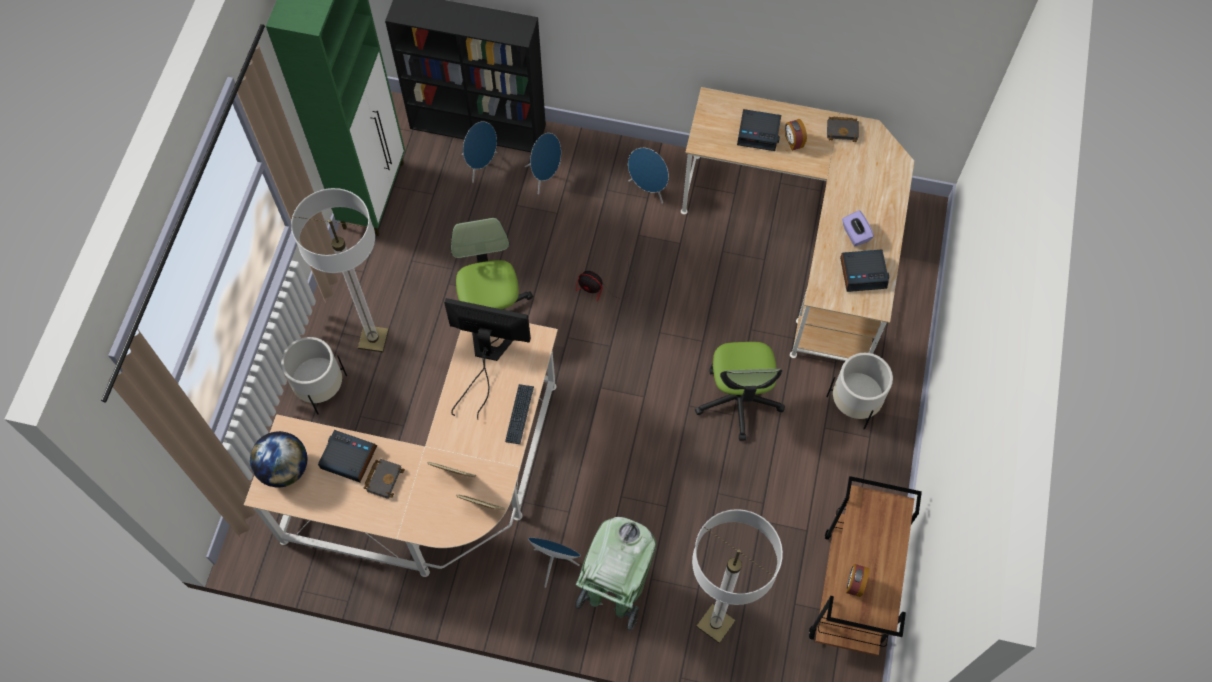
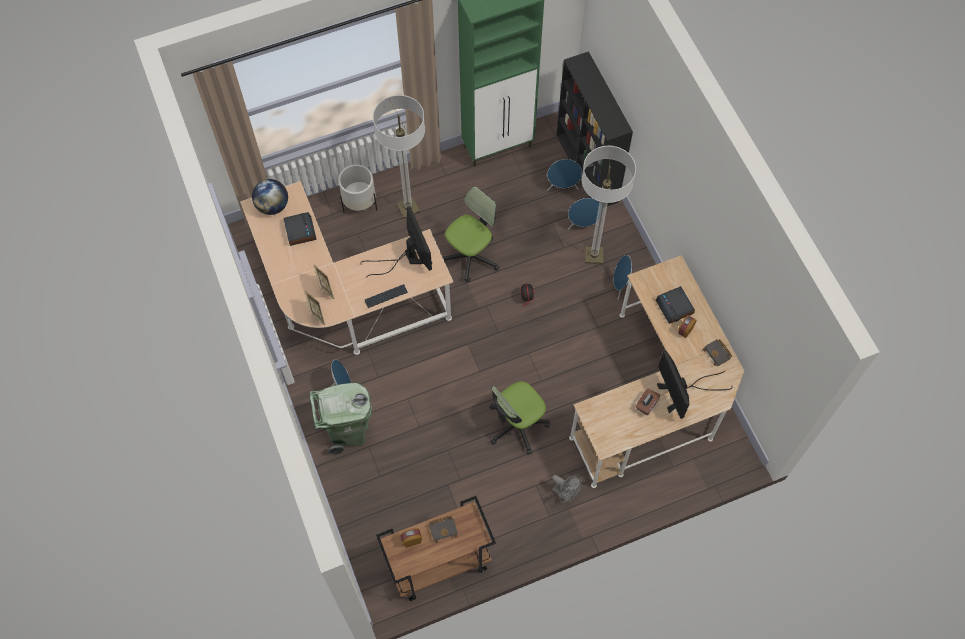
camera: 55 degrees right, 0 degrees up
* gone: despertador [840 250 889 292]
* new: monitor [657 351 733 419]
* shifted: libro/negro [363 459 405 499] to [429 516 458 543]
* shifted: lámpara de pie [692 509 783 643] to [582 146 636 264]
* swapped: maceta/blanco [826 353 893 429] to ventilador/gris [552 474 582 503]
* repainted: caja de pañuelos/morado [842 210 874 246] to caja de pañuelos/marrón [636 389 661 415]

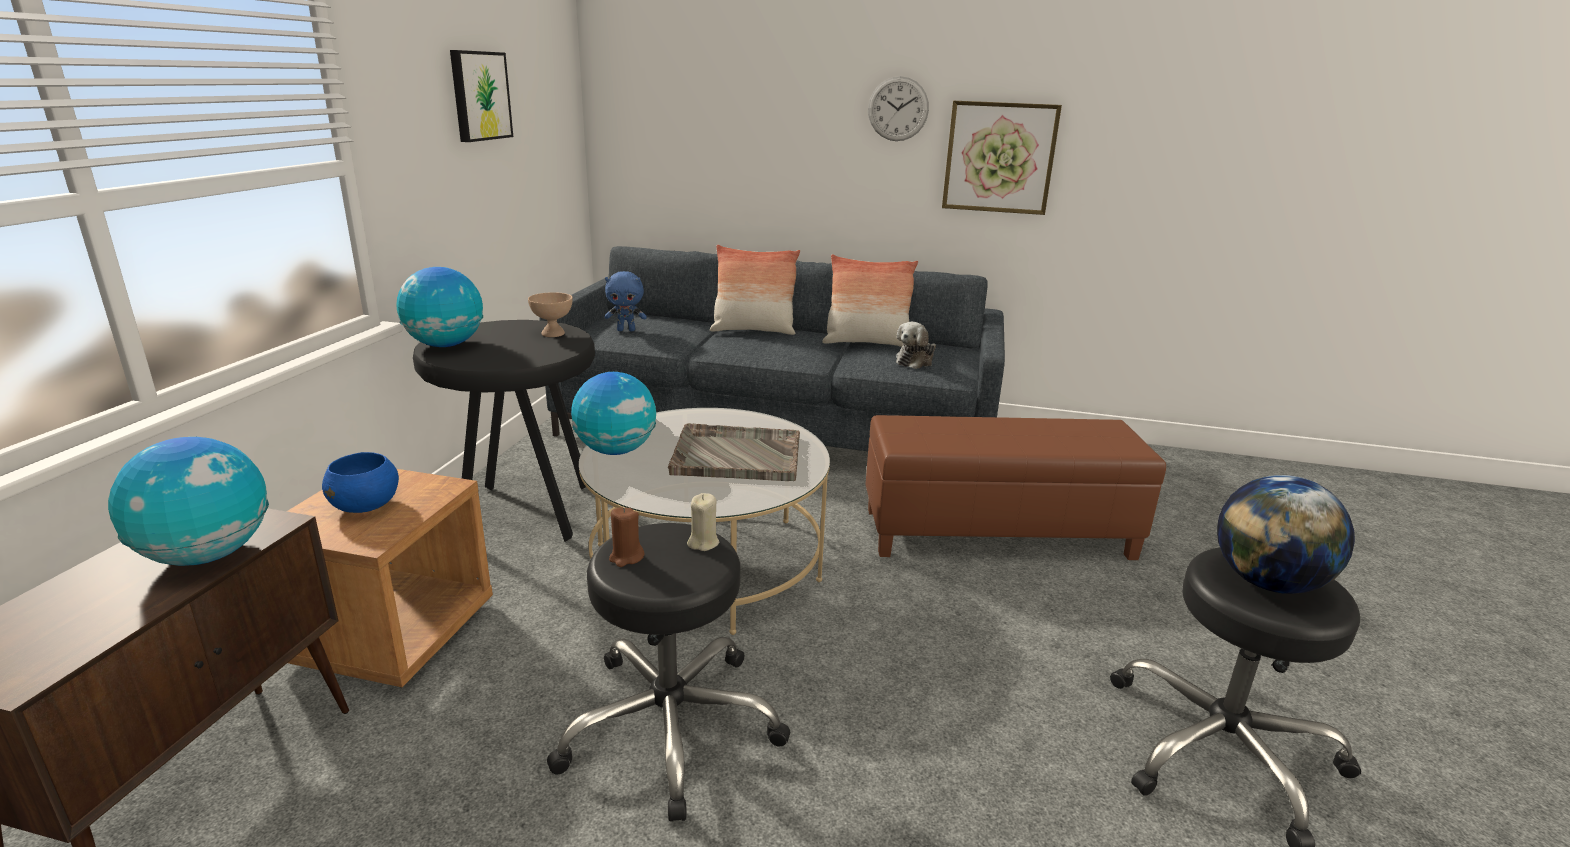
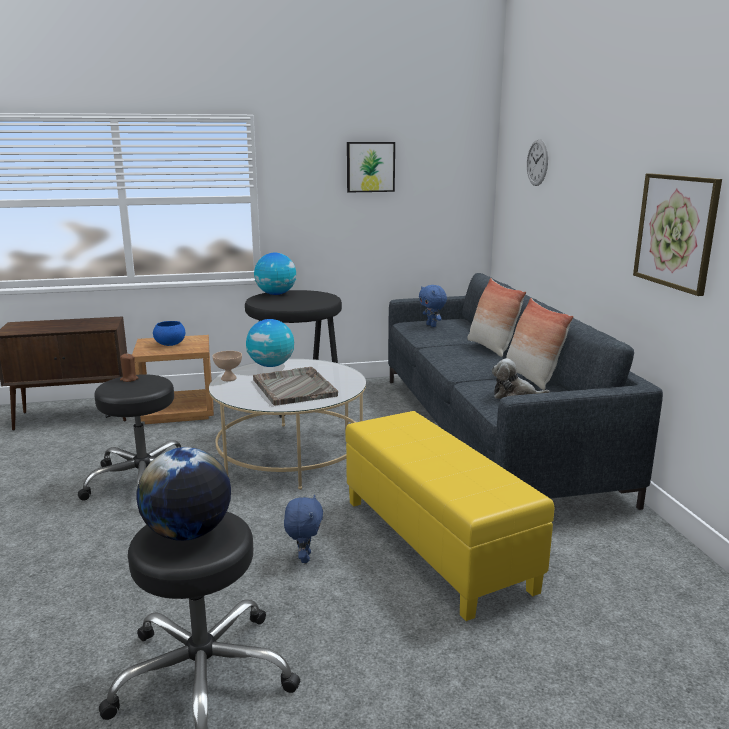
camera: 65 degrees right, 5 degrees down
* gone: globo terráqueo [108 437 269 566]
* gone: vela/beis [687 493 719 551]
* new: peluche/azul [284 494 323 563]
* shifted: cuenco/beis [528 292 573 337] to [212 351 242 381]
* shifted: reloj de pared [868 76 929 141] to [527 139 548 186]
* repainted: puf/marrón [865 415 1166 560] to puf/amarillo [345 411 554 621]

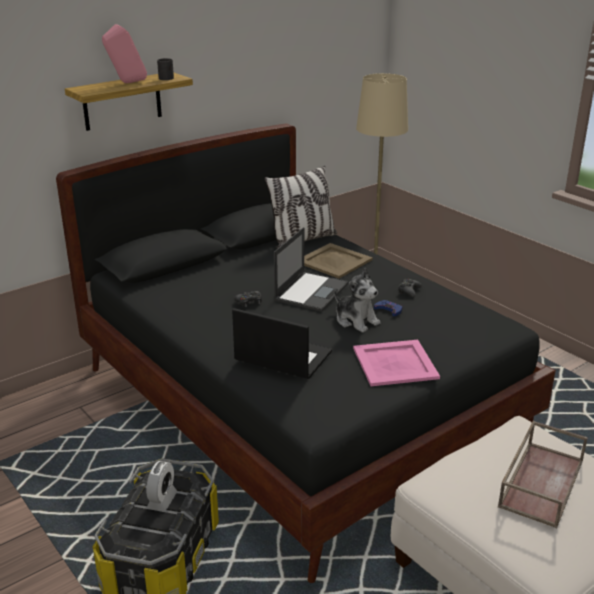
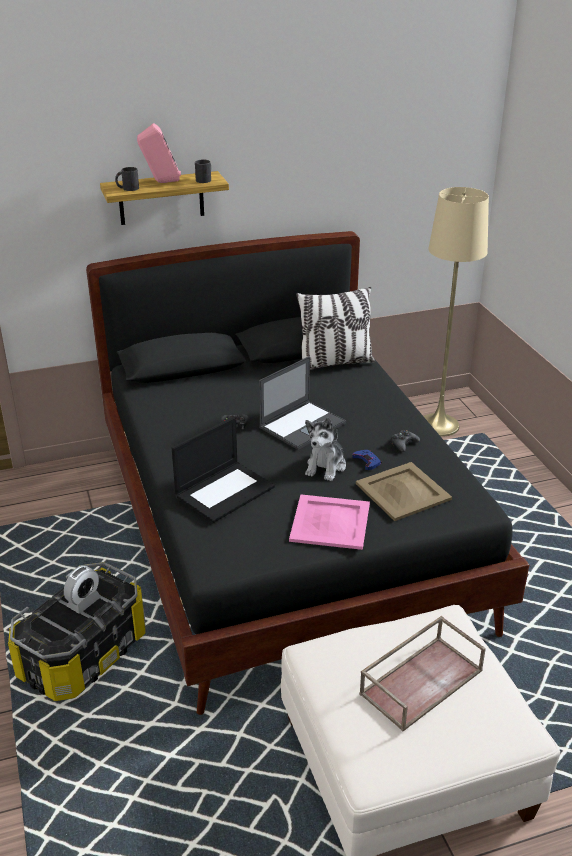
camera: 20 degrees right, 5 degrees up
* new: taza grande/negro [115 167 139 191]
* shifted: bandeja/beis [304 243 373 279] to [356 462 452 521]
* rotated: portátil [232 308 332 379] = [172 416 275 523] 90 degrees clockwise
* rotated: peluche [334 268 380 332] = [305 418 346 481] 45 degrees clockwise

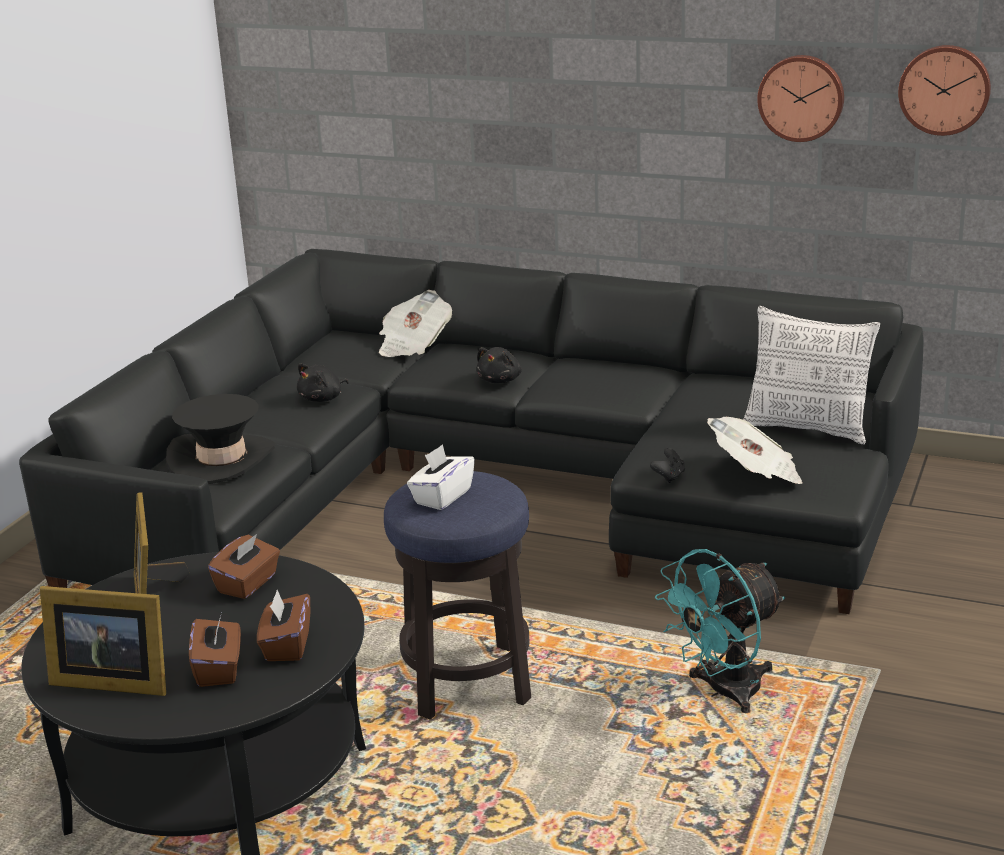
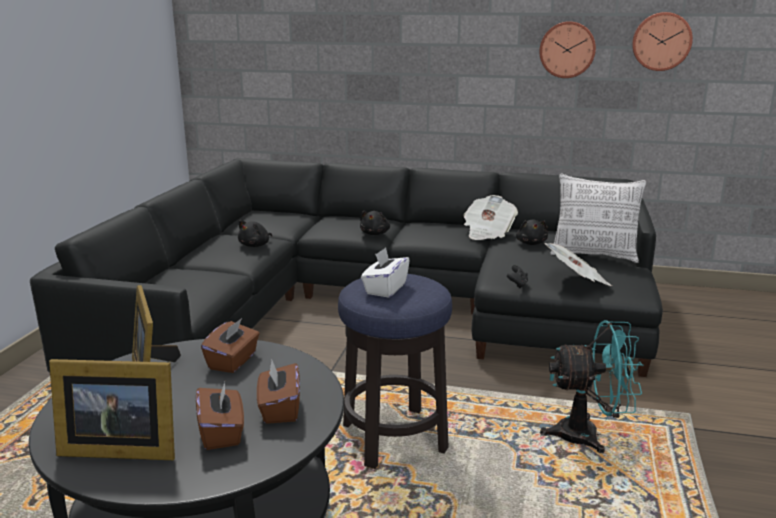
camera: 10 degrees left, 5 degrees down
* gone: sombrero/negro [166 394 275 484]
* new: peluche/negro [516 219 548 245]
* shifted: periódico [379 290 452 357] to [464 195 518 240]
* rotated: ventilador/turquesa [655 549 785 713] = [540 320 643 453] 135 degrees counterclockwise

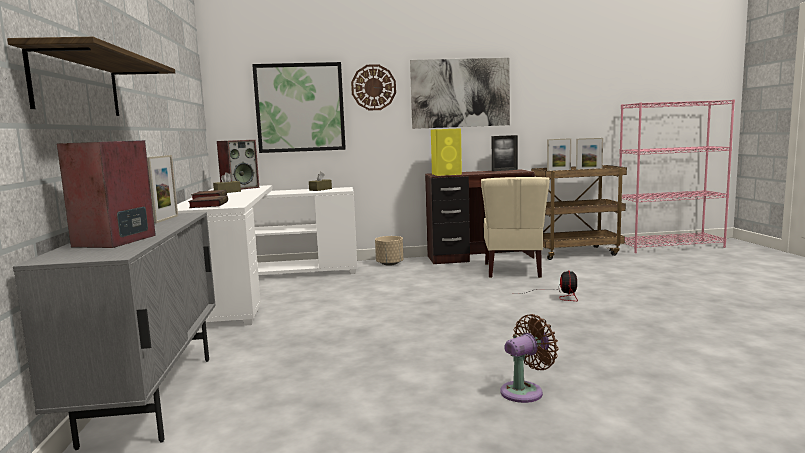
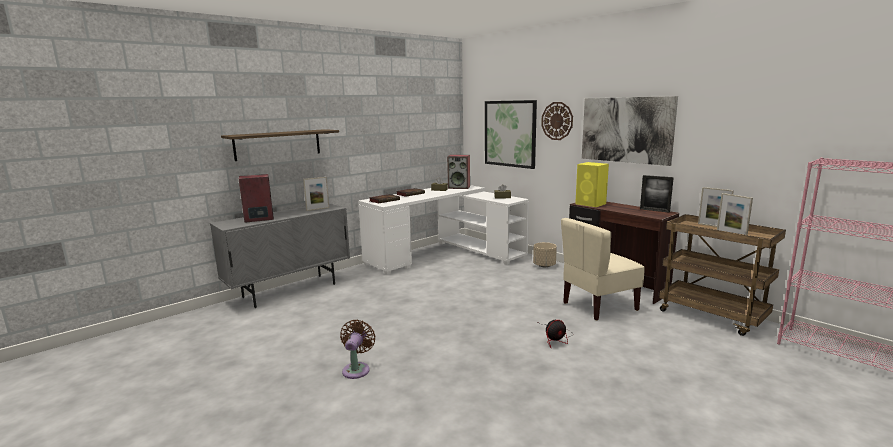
camera: 55 degrees right, 5 degrees up
* rotated: ventilador/marrón [500 314 559 403] = [340 320 375 379] 105 degrees counterclockwise

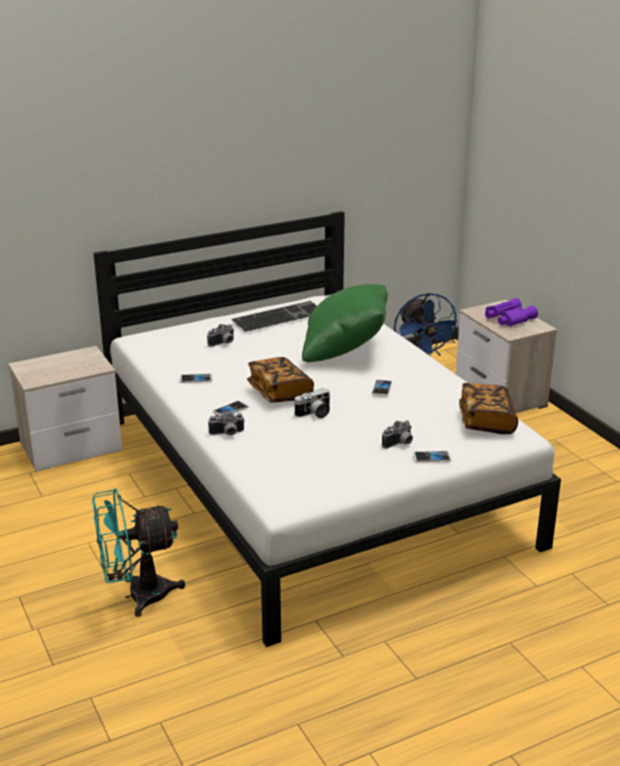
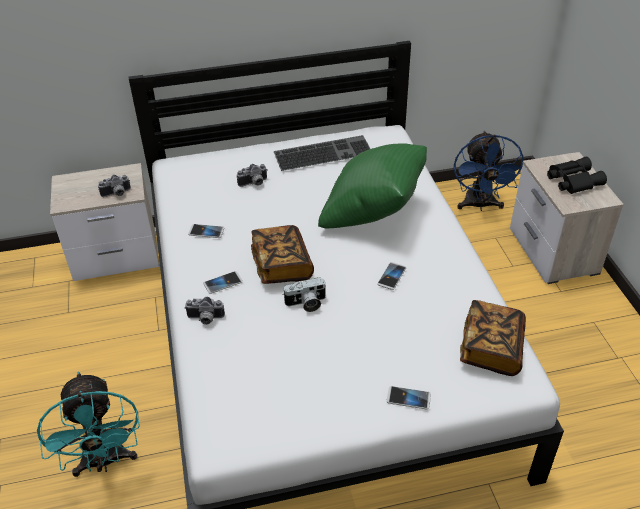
camera: 15 degrees right, 15 degrees up
* shifted: cámara [382 420 413 449] to [98 175 131 197]
* repainted: prismáticos/morado [485 298 538 326] to prismáticos/negro [547 157 607 194]
* rotated: ventilador/turquesa [92 488 185 617] = [37 372 140 477] 105 degrees counterclockwise

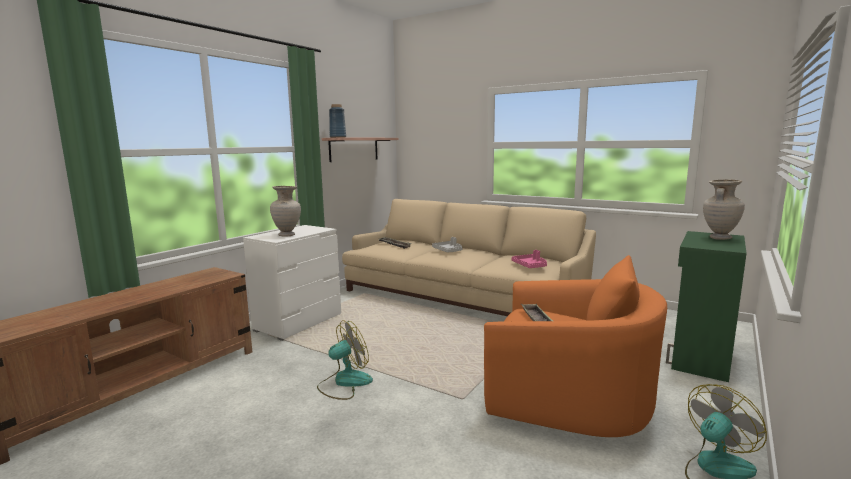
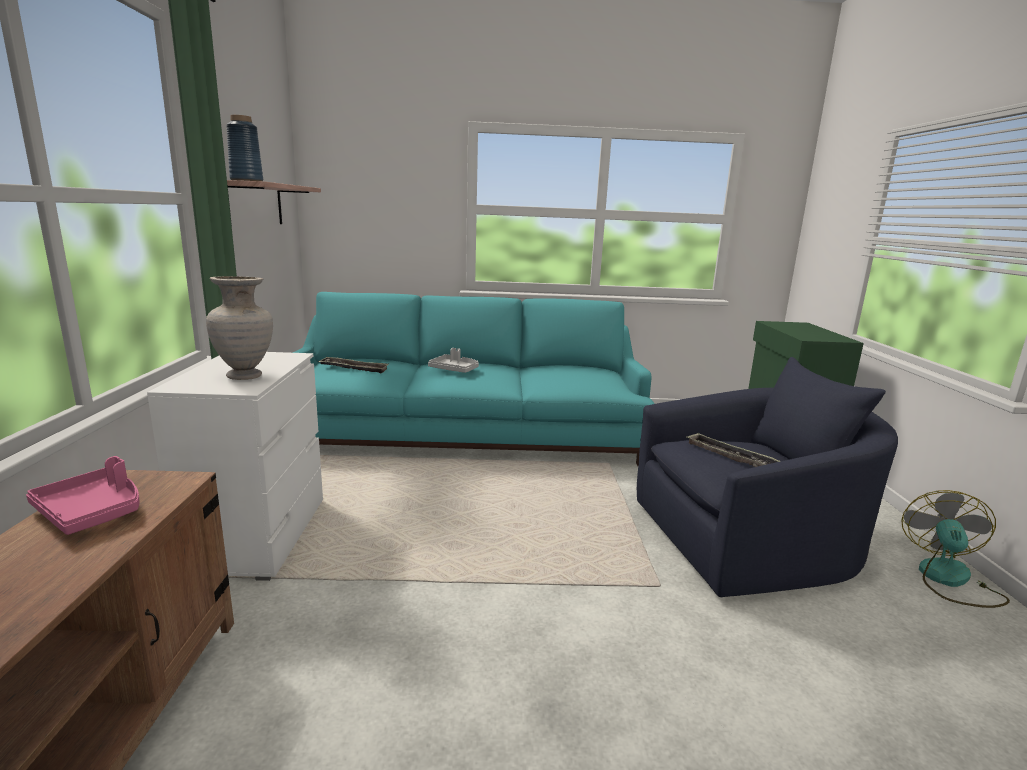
camera: 35 degrees left, 5 degrees up
* gone: ventilador [317 320 373 400]
* gone: florero/beis [703 179 745 240]
* shifted: bandeja/rosa [512 250 547 268] to [26 456 140 535]
* repainted: sofá/beis [342 199 596 316] to sofá/turquesa [292 292 654 466]
* repainted: sillón/naranja [484 255 667 437] to sillón/azul [637 357 898 597]

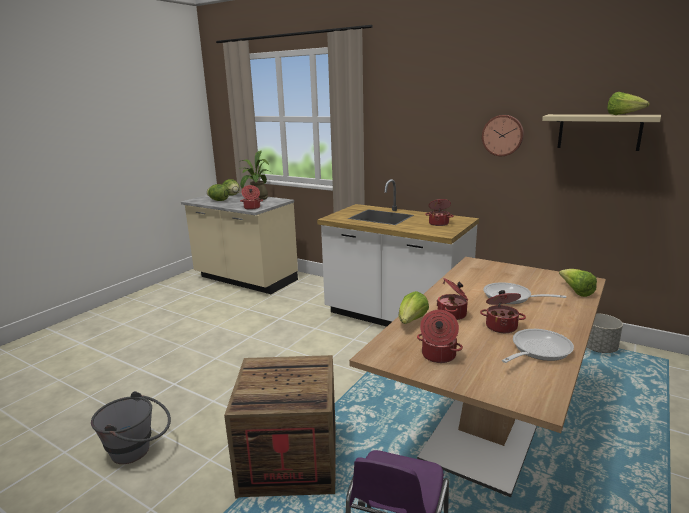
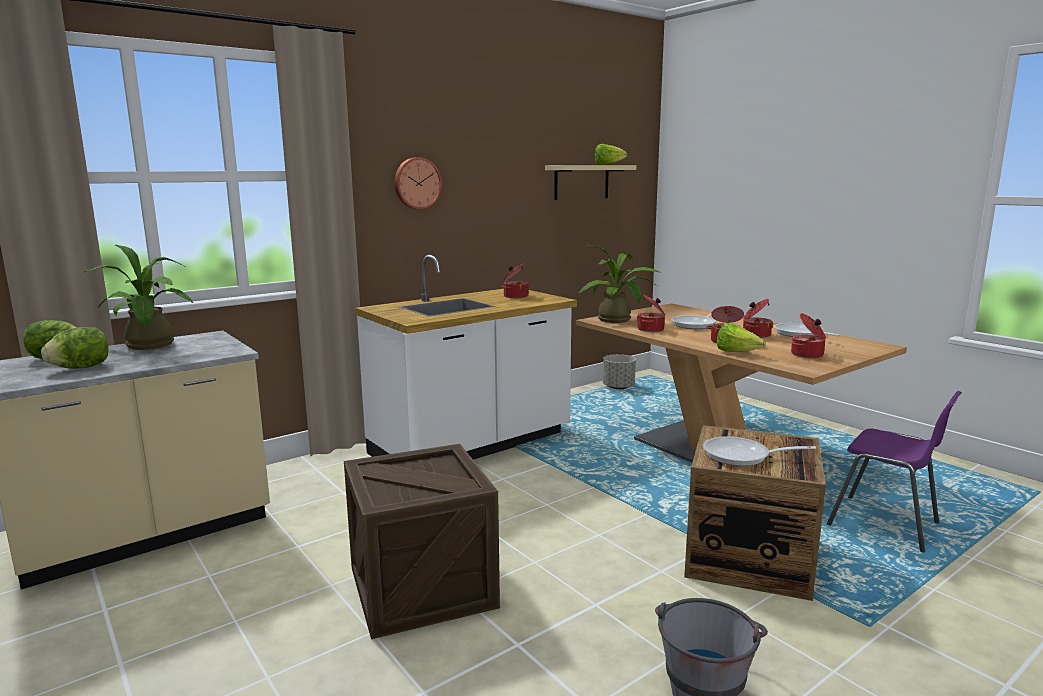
camera: 70 degrees left, 5 degrees down
* gone: lechuga [559 269 597 297]
* new: caja de embalaje [344 444 500 639]
* new: planta en maceta [577 245 661 323]
* new: sartén [703 436 816 466]
* shifted: olla [240 185 263 210] to [637 295 665 332]
* shifted: reloj de pared [482 115 524 156] to [394 157 442 210]

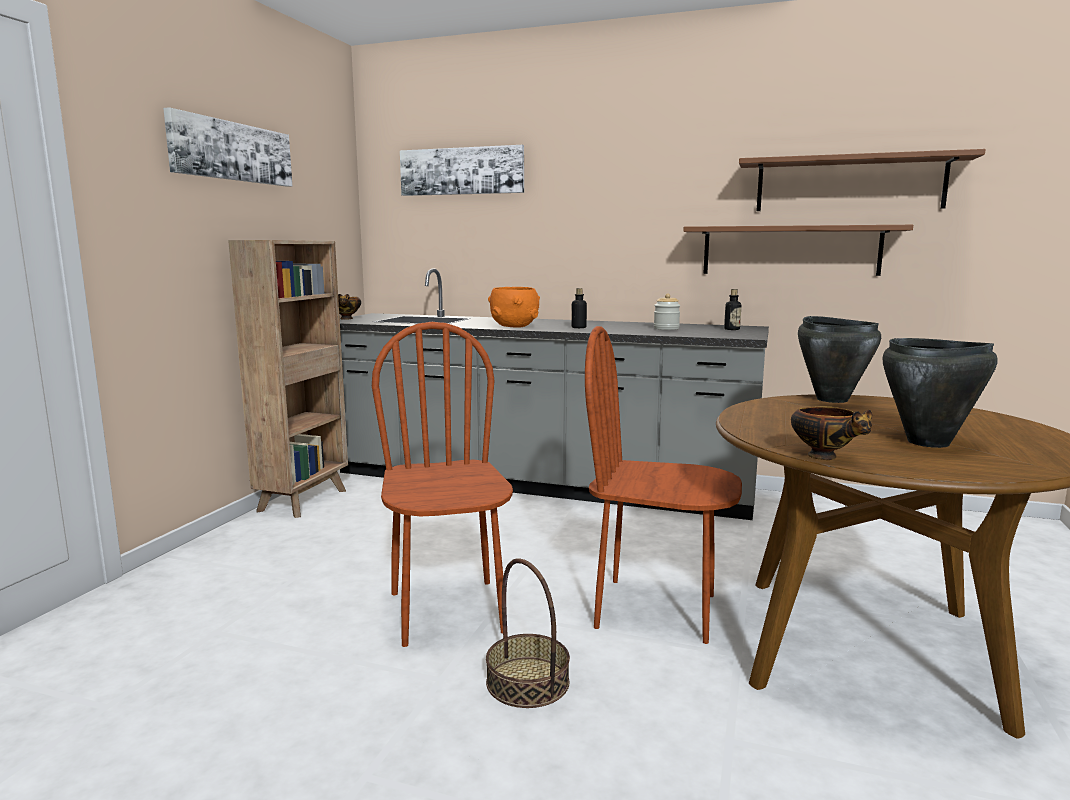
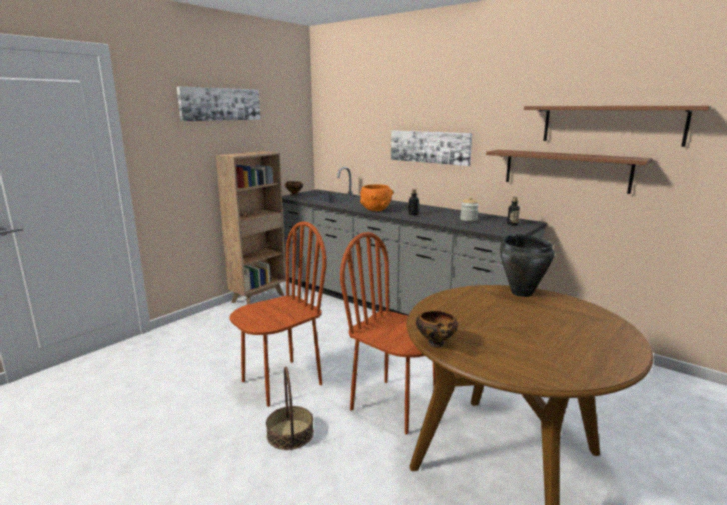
camera: 20 degrees right, 5 degrees up
* gone: olla/negro [883 338 998 448]
* shifted: cuadro [400 145 524 196] to [391 130 472 166]
* rotated: silla/marrón [372 322 513 647] = [229 221 327 407] 45 degrees clockwise

